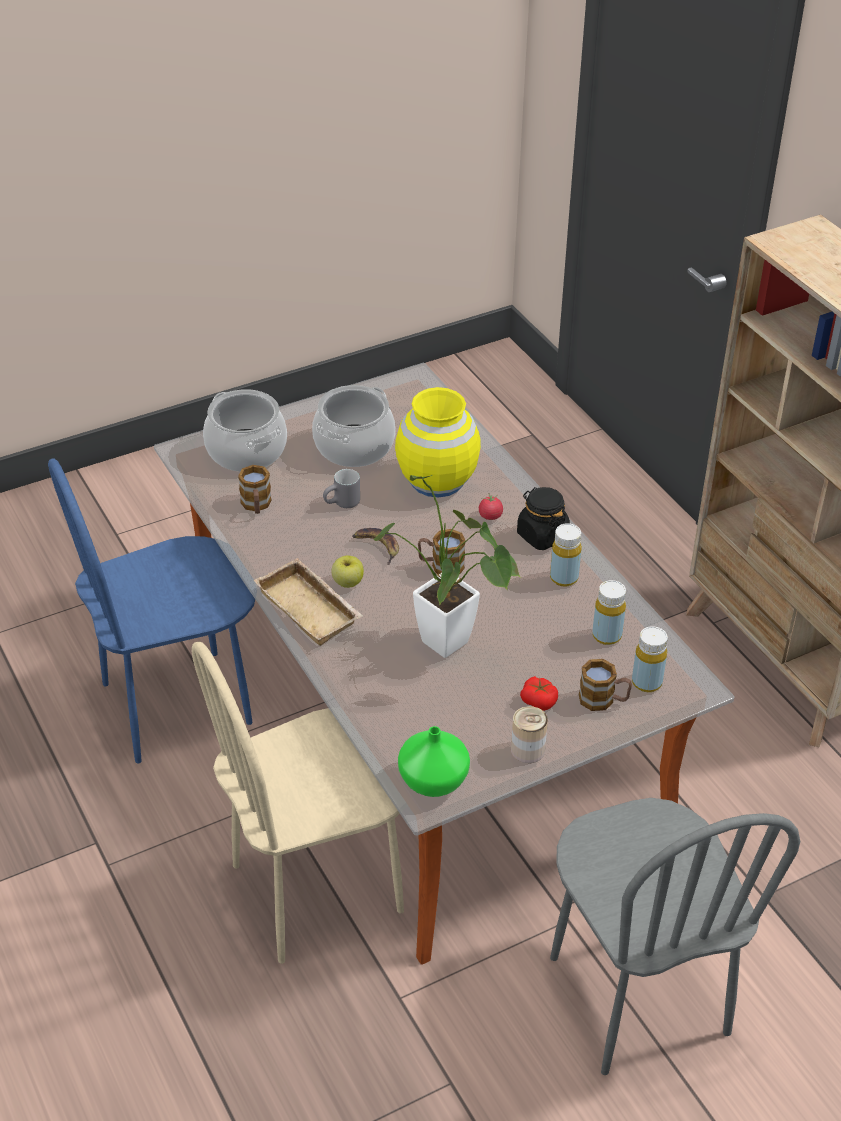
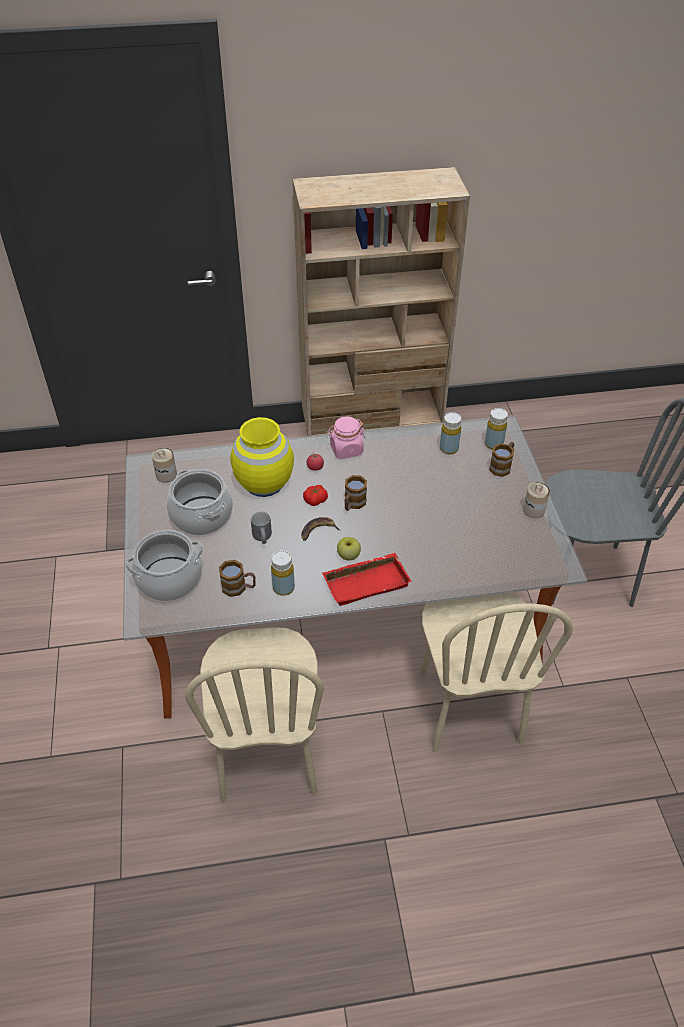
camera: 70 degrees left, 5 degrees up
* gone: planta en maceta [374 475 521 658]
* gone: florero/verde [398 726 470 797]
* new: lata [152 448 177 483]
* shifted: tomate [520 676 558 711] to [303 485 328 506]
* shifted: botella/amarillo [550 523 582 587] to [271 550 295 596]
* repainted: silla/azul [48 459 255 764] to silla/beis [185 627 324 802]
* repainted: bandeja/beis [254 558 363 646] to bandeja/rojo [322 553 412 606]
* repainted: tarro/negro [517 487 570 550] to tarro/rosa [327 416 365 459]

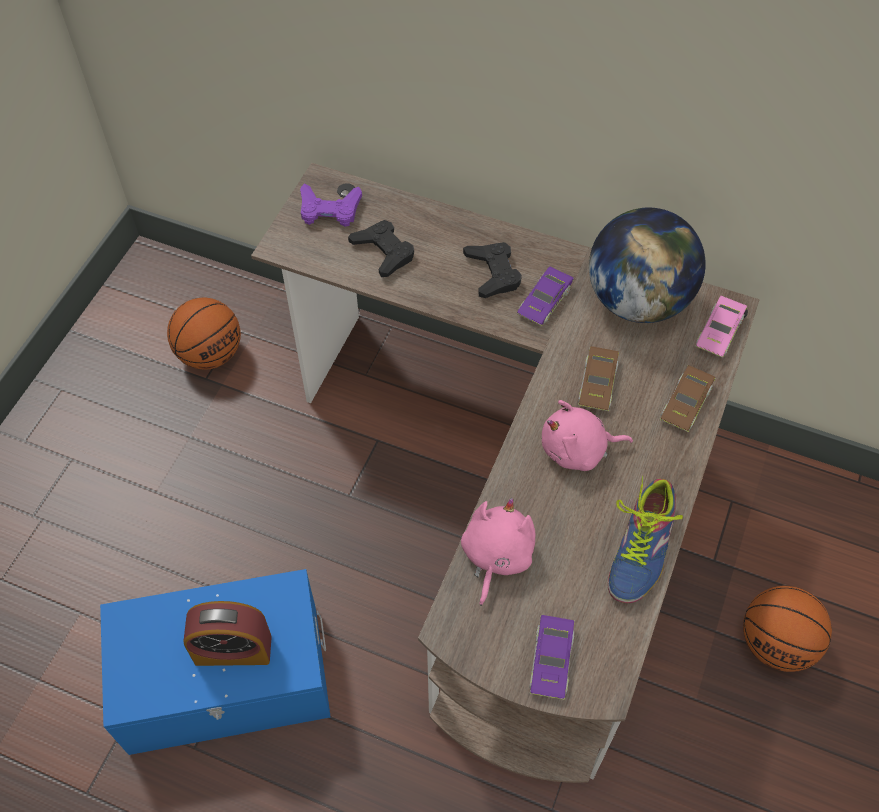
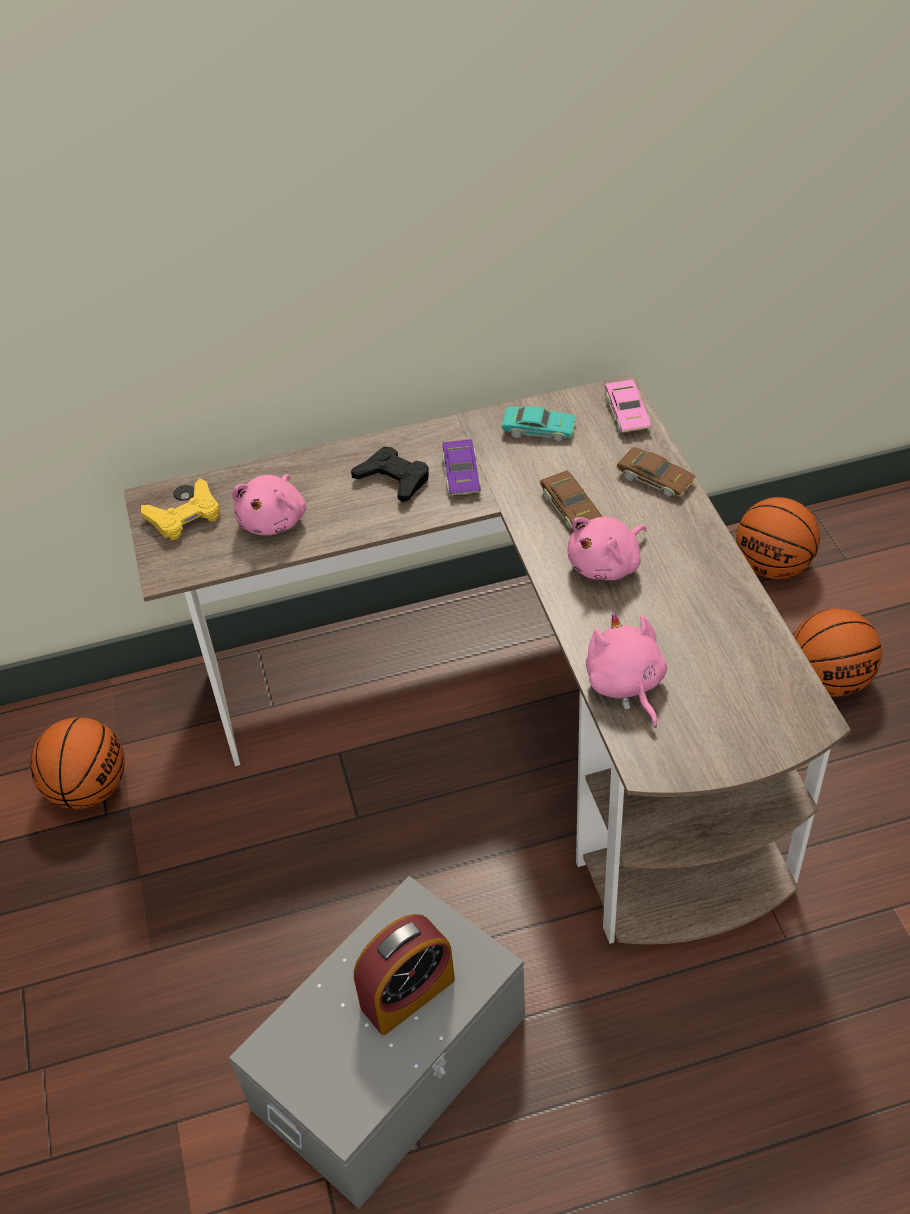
camera: 35 degrees left, 10 degrees down
* gone: coche de juguete/morado [529 615 575 700]
* gone: zapato [608 476 683 603]
* new: balón de baloncesto [736 497 820 579]
* swapped: mando de consola/negro [348 220 414 277] to peluche/rosa [232 474 306 535]
* swapped: globo terráqueo [589 207 706 323] to coche de juguete/turquesa [501 406 576 441]
* repainted: caja de almacenaje/azul [100 569 331 755] to caja de almacenaje/gris [229 876 525 1209]
* repainted: mando de consola/morado [300 184 362 227] to mando de consola/amarillo [141 478 220 540]
* rotated: coche de juguete/marrón [660 365 715 432] = [616 447 696 497] 45 degrees counterclockwise

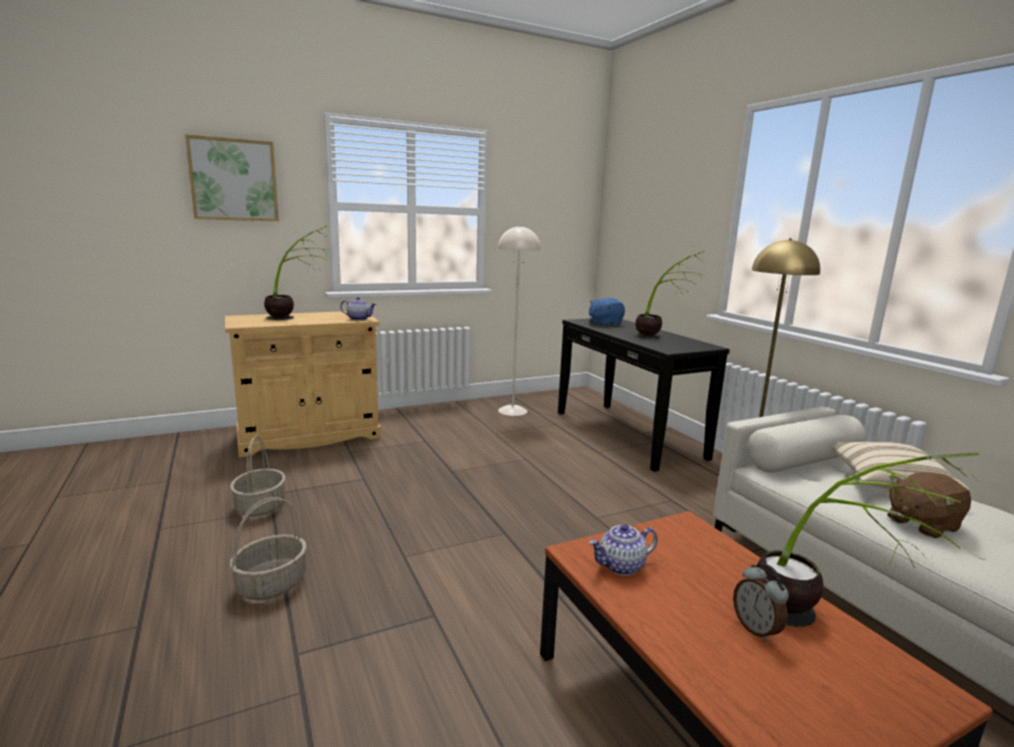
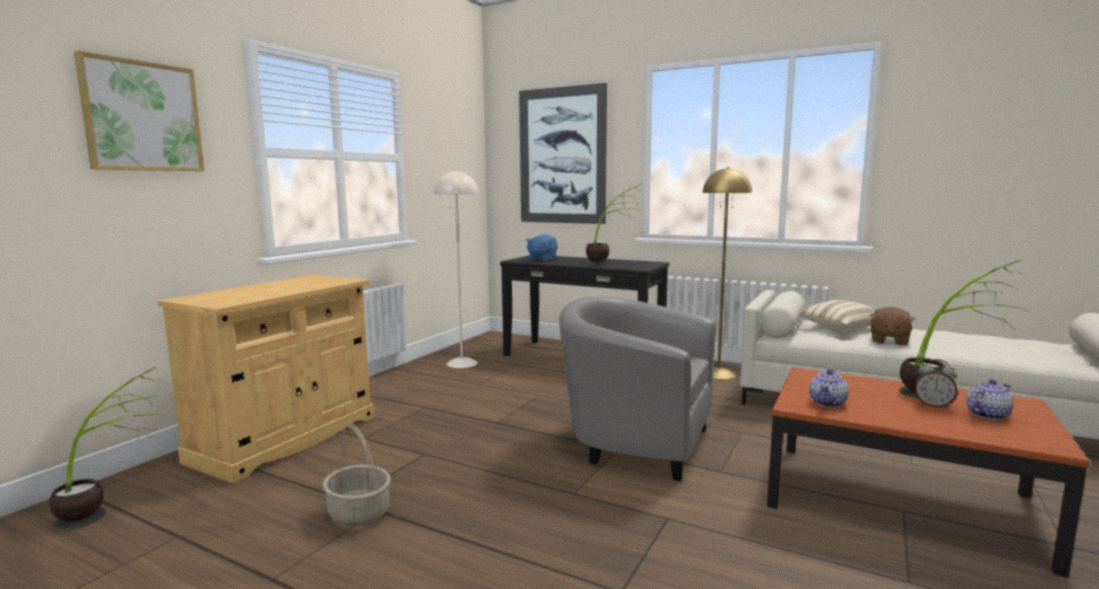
camera: 35 degrees left, 5 degrees down
* gone: cesta [230 497 307 600]
* new: cuadro [519 83 607 224]
* new: sillón/gris [559 297 716 481]
* shifted: planta en maceta [264 226 327 320] to [49 367 165 530]
* shifted: tetera [340 297 376 320] to [966 379 1014 420]

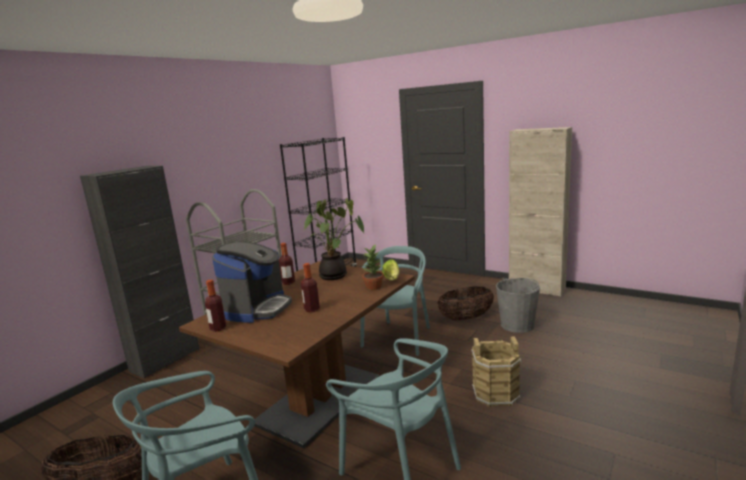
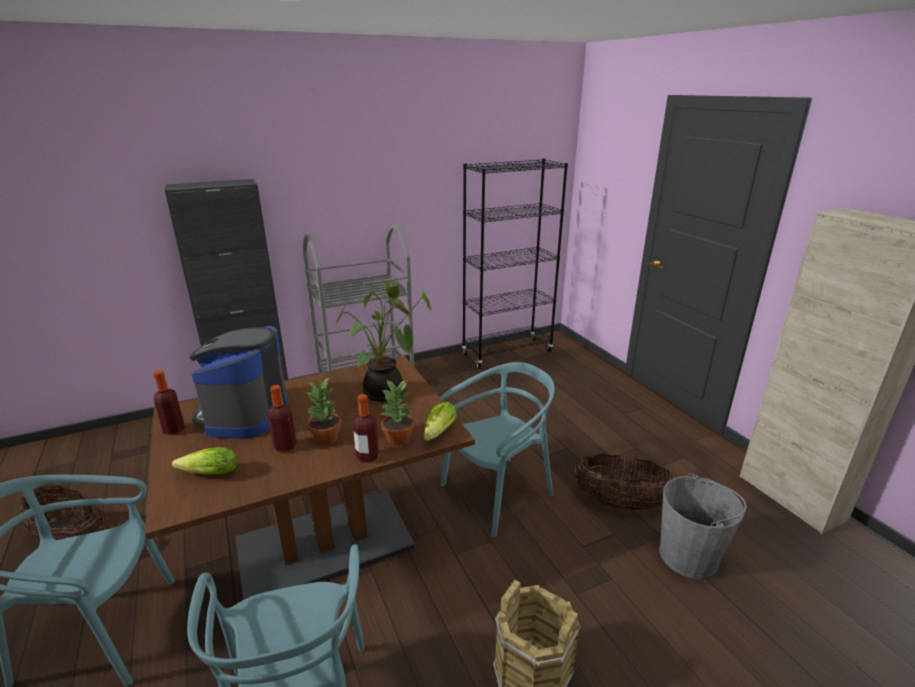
camera: 30 degrees right, 10 degrees up
* new: lechuga [172 447 237 475]
* new: planta en maceta [306 377 341 445]
* shifted: botella [279 243 295 285] to [353 394 379 463]
* rotated: cafetera [212 241 292 323] = [189 326 288 438] 135 degrees clockwise

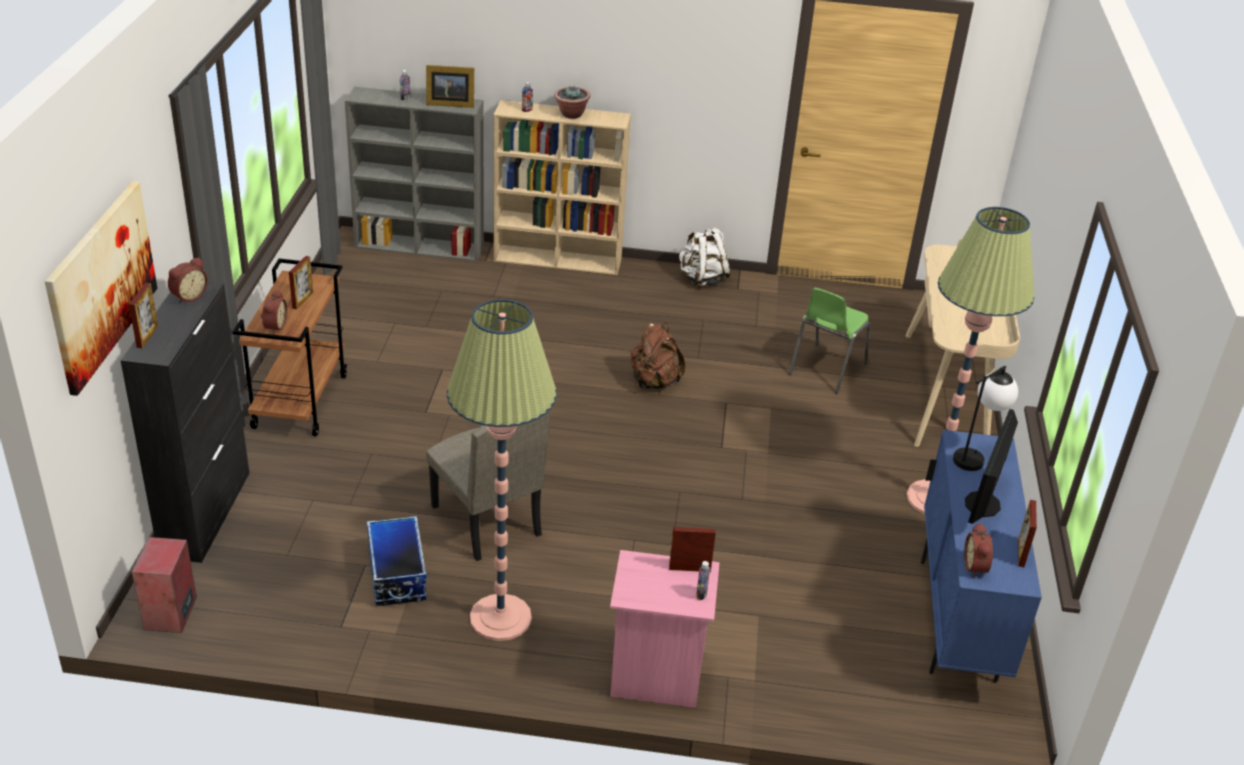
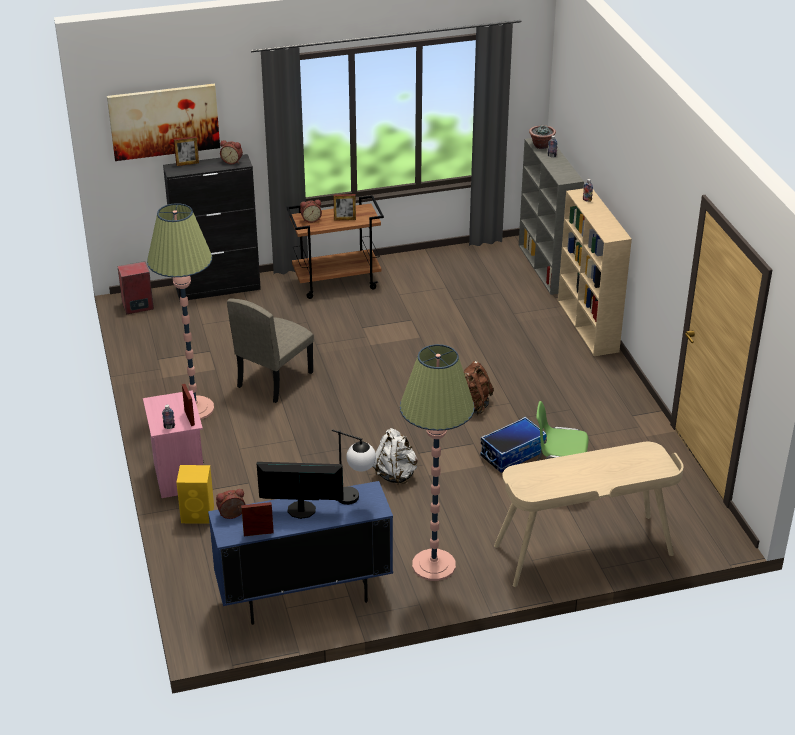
camera: 70 degrees right, 0 degrees up
* gone: portarretratos [426 65 474 108]
* new: altavoz/amarillo [176 465 214 524]
* shifted: caja de almacenaje [367 516 427 606] to [480 417 547 472]
* shifted: planta en maceta [554 86 590 119] to [529 125 556 149]
* shifted: mochila/blanco [679 227 731 287] to [372 428 418 484]

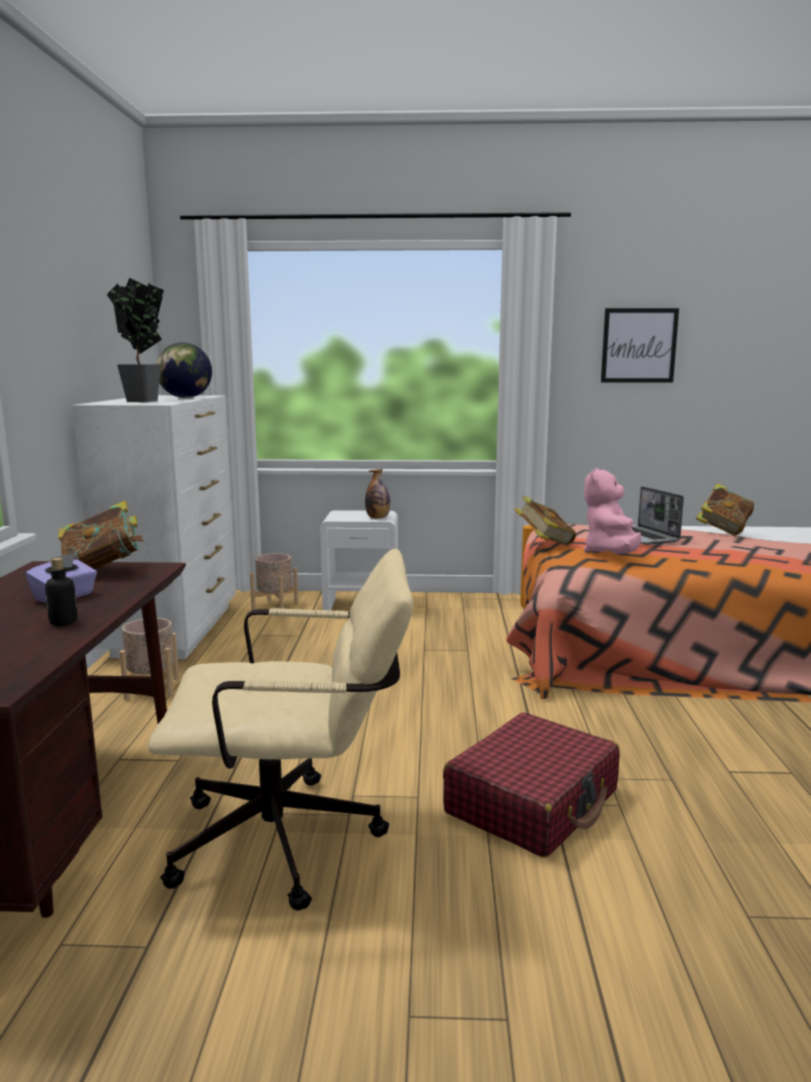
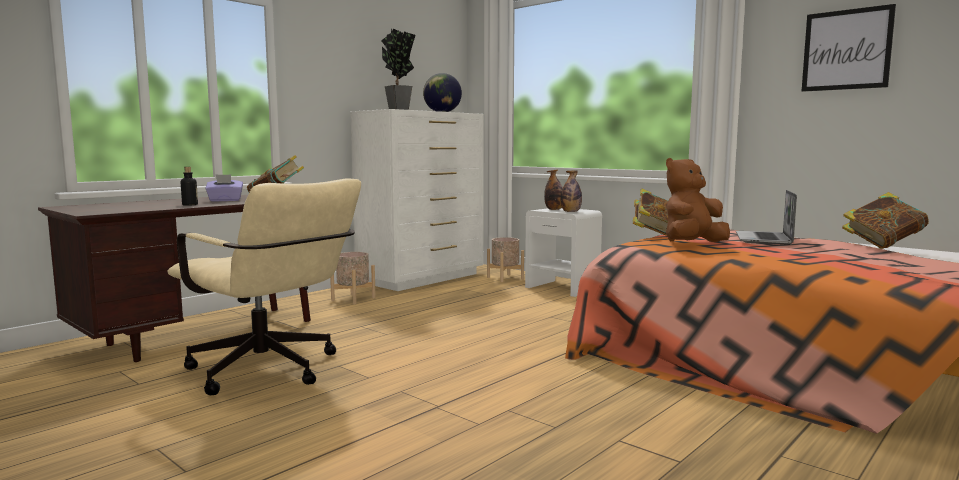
camera: 40 degrees right, 5 degrees down
* gone: maleta/rojo [443 712 620 858]
* new: botella [544 169 563 210]
* repainted: peluche/rosa [584 468 641 554] to peluche/marrón [666 158 730 242]

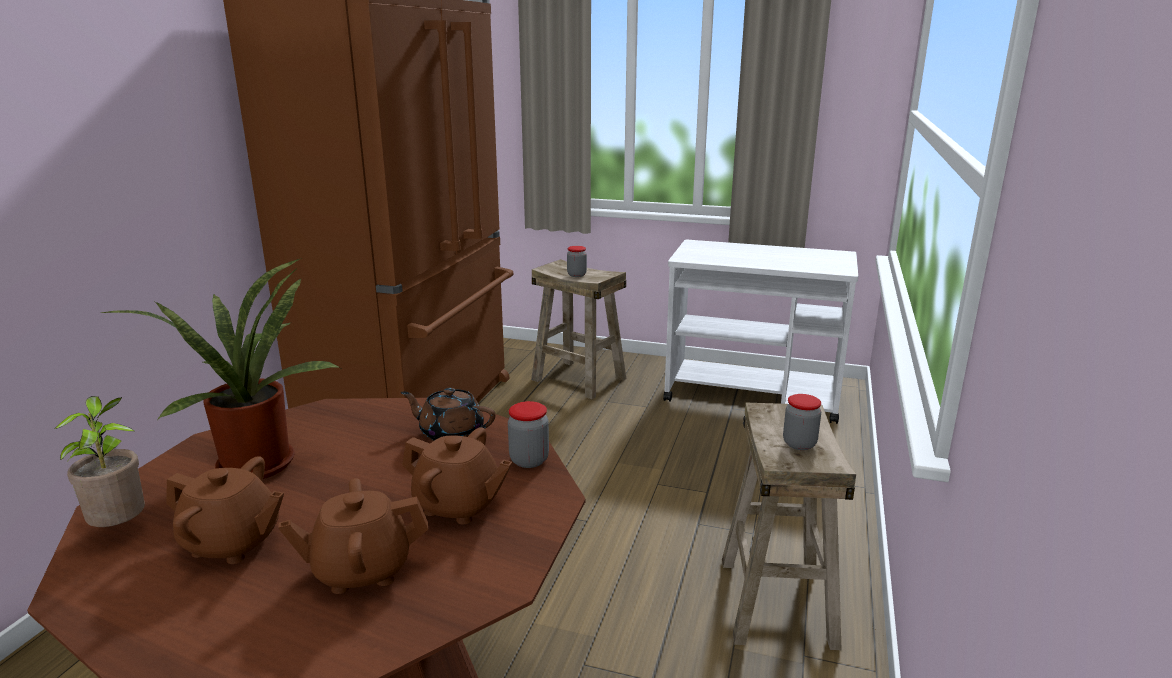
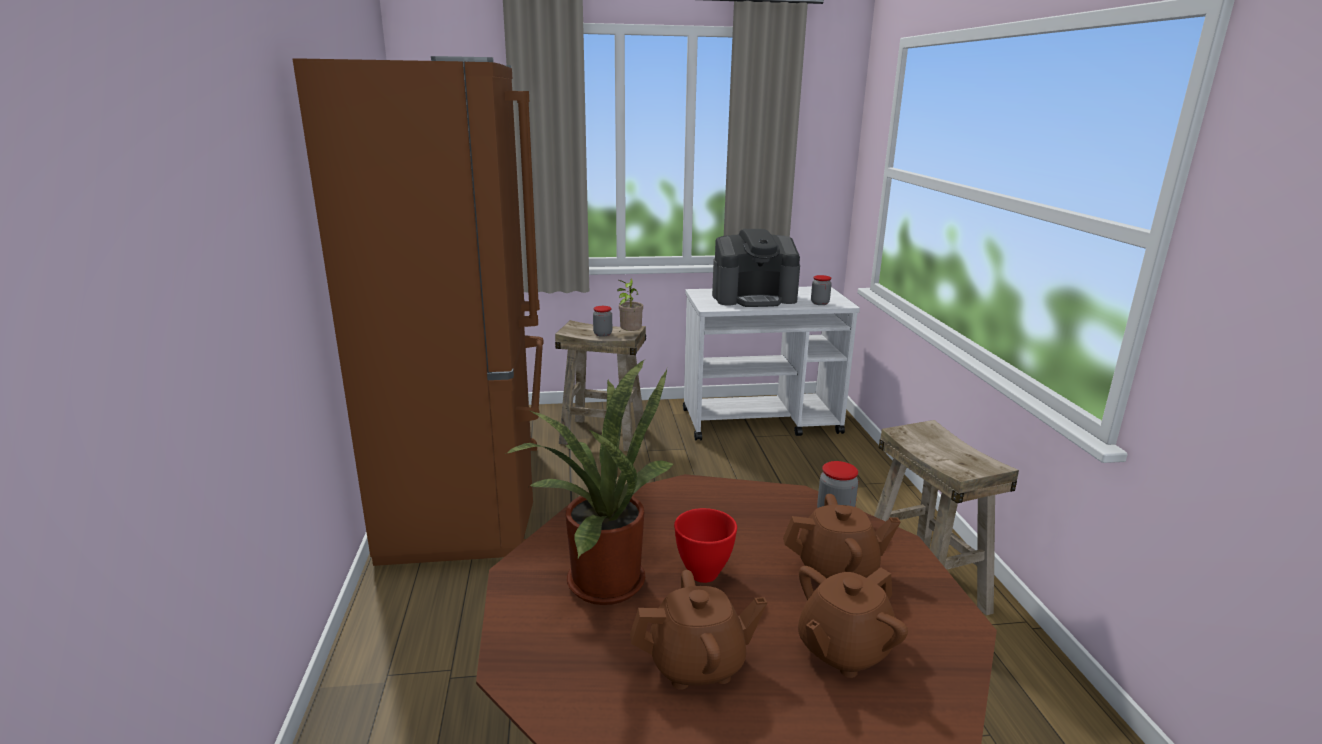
camera: 25 degrees left, 0 degrees up
* gone: tetera/marrón [401 388 495 441]
* new: cuenco/rojo [674 508 737 583]
* new: cafetera [712 229 800 307]
* shifted: planta en maceta [54 396 145 527] to [617 278 643 331]
* shifted: tarro [783 394 821 450] to [811 275 832 305]

